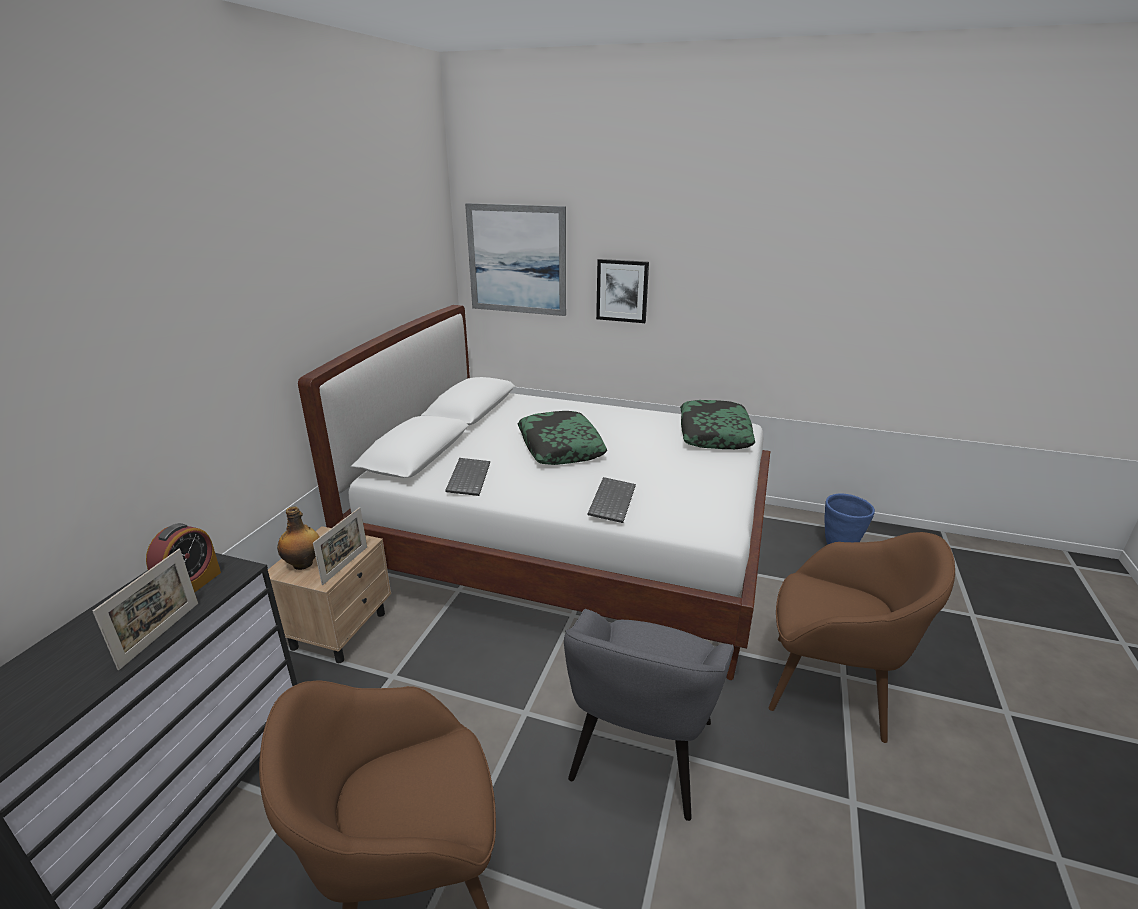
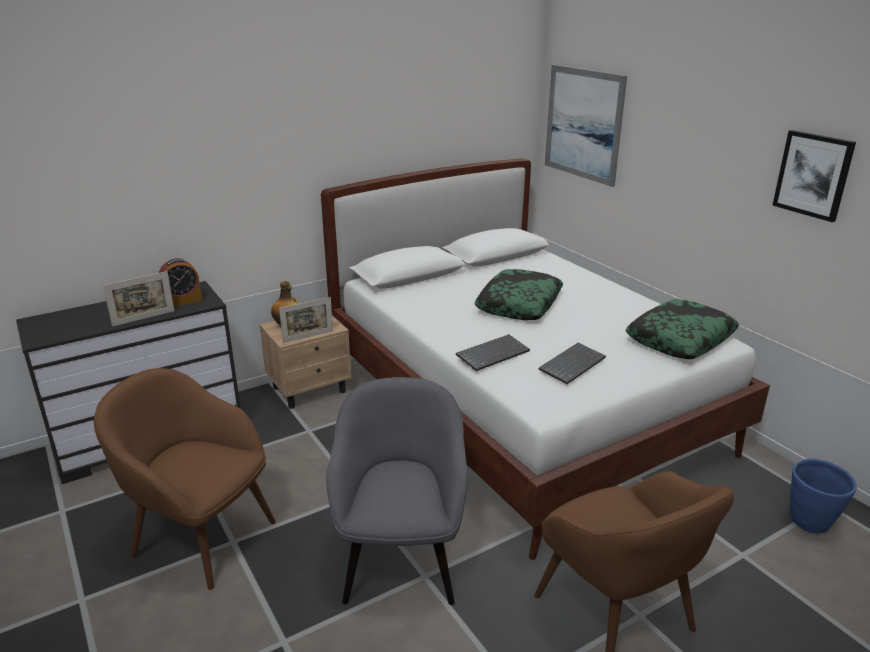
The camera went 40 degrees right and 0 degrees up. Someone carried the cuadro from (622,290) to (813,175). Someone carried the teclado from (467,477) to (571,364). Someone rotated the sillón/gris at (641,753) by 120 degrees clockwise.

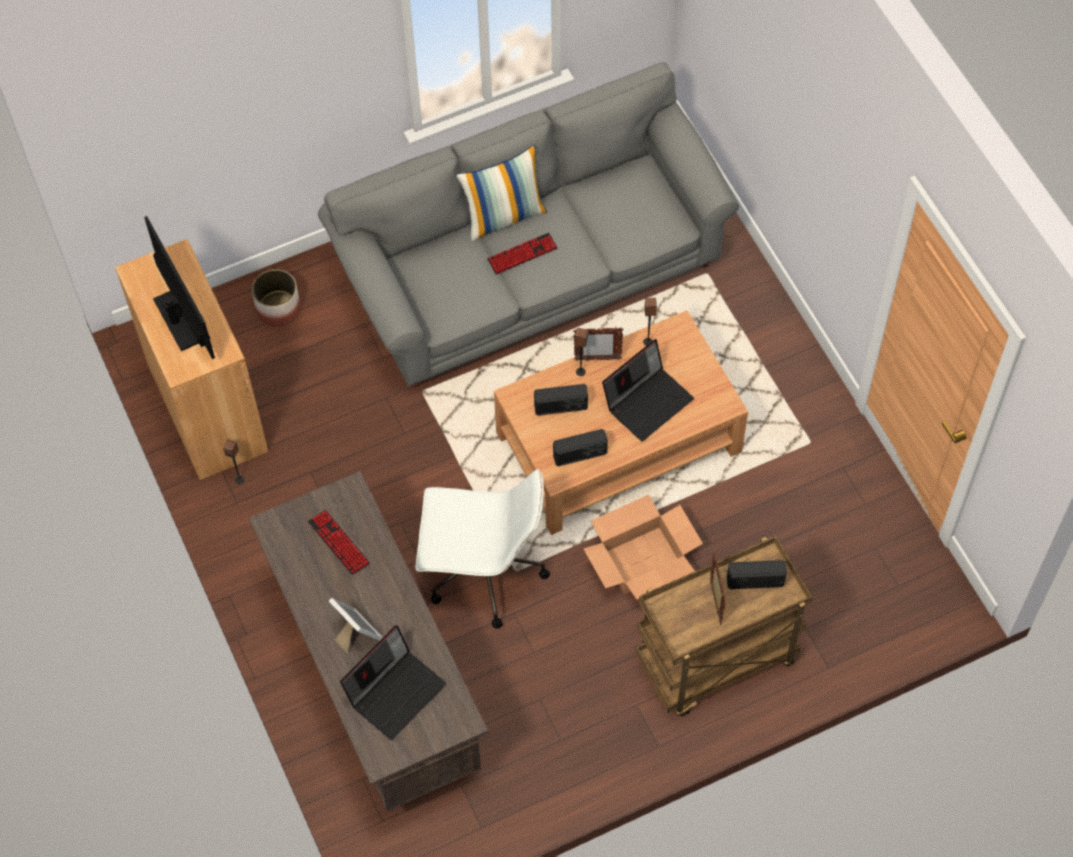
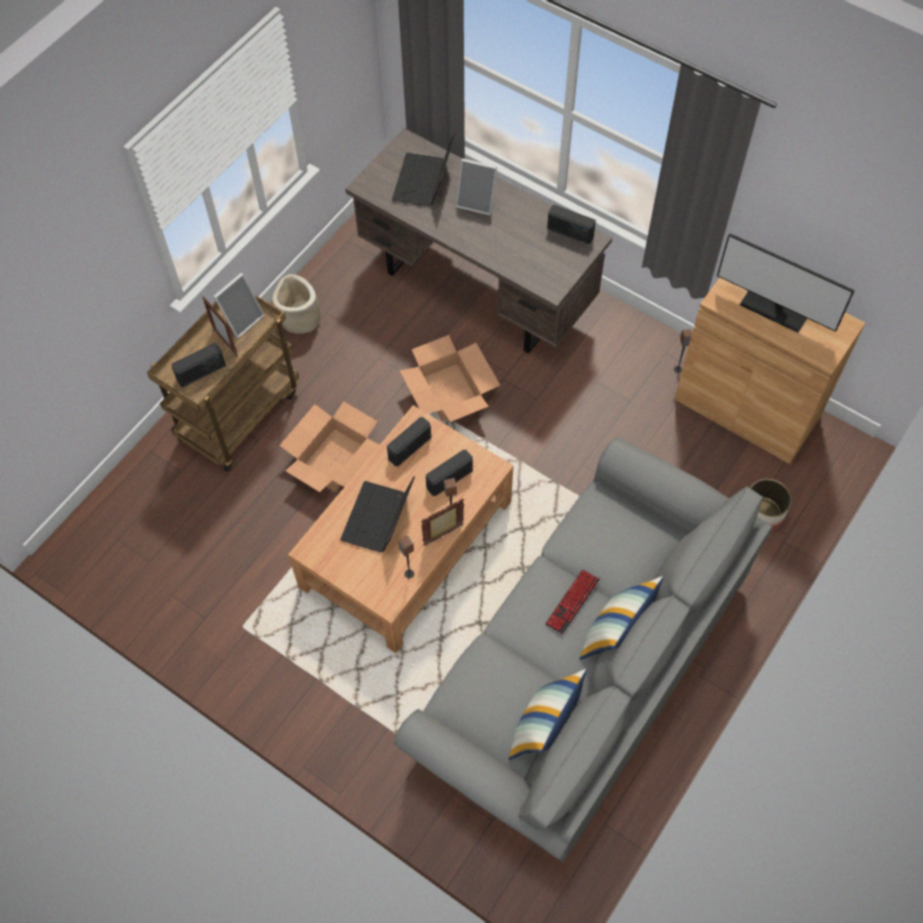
The camera went 150 degrees right and 0 degrees up. Someone swapped the silla de oficina/blanco at (483,573) for the caja de cartón at (450,392). Someone took away the teclado at (339,543). Someone put down the radio at (570,233). Someone put down the portarretratos at (242,319). Someone put down the maceta/beis at (300,319). Someone put down the cojín at (543,728).

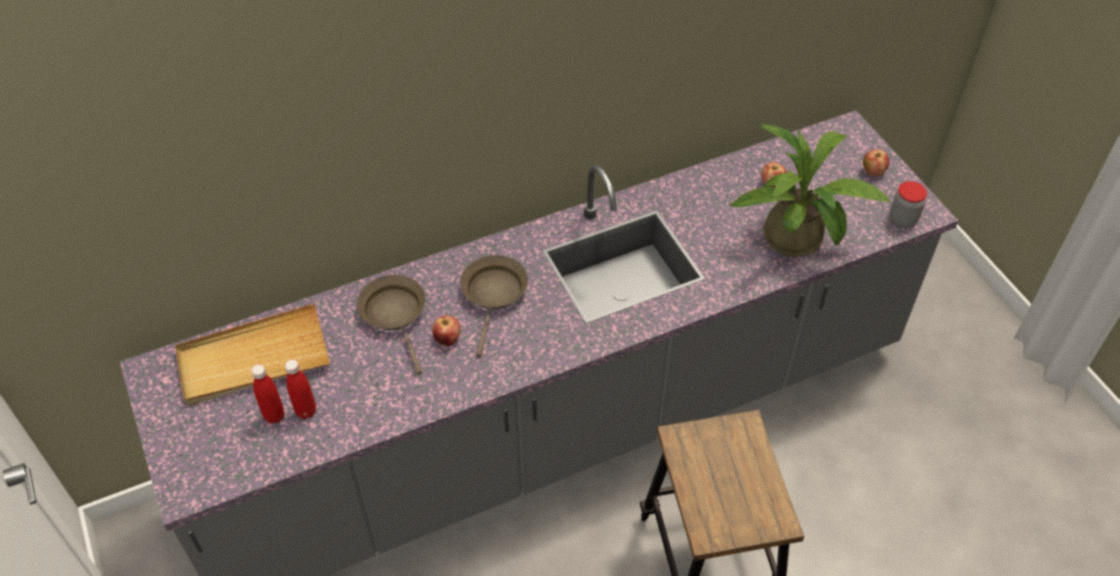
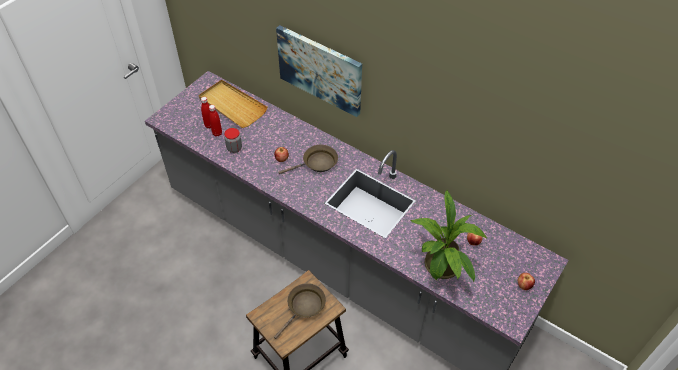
The camera went 60 degrees right and 0 degrees up. Someone carried the tarro from (902,220) to (234,148). Someone carried the sartén/marrón from (395,315) to (304,307). Someone put up the cuadro at (320,69).

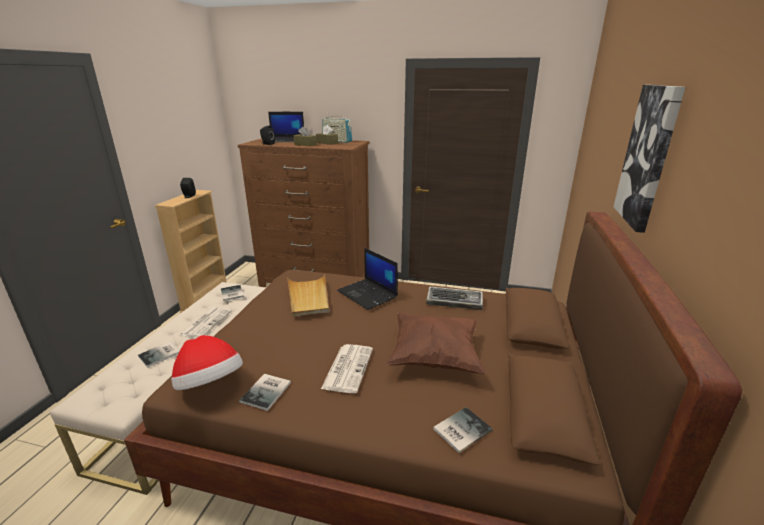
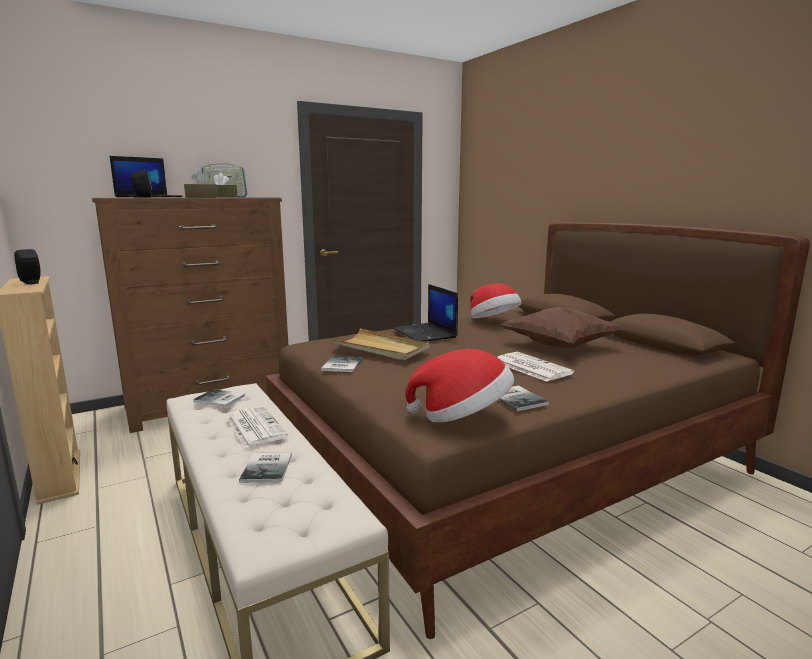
The camera went 45 degrees left and 10 degrees down. Someone took away the cuadro at (648,156). Someone rotated the portátil at (368,294) by 60 degrees clockwise. Someone swapped the teclado at (455,301) for the sombrero at (493,321). Someone carried the libro from (460,429) to (341,365).

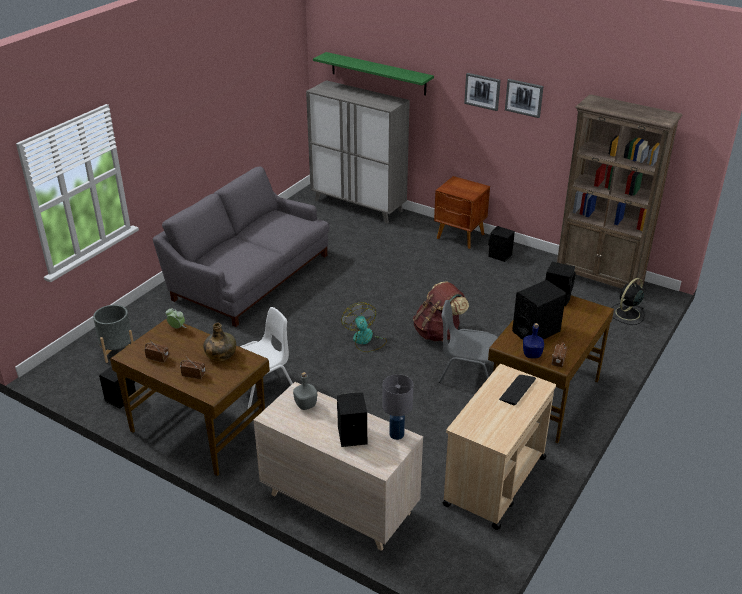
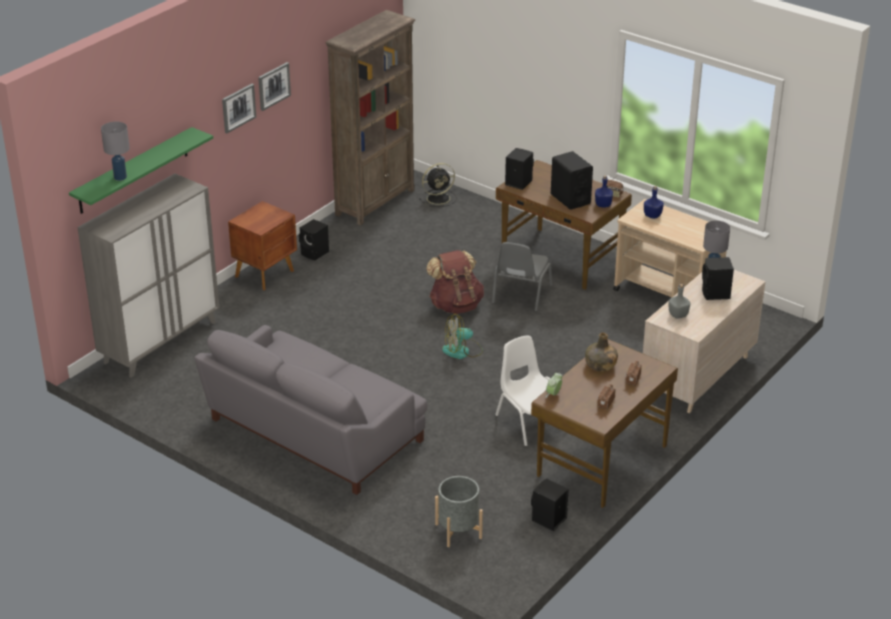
The camera went 85 degrees left and 0 degrees up. Someone rotated the ventilador/negro at (626,314) by 75 degrees counterclockwise. Someone swapped the teclado at (517,390) for the botella/azul at (653,216). Someone put down the lámpara de mesa/gris at (120,177).

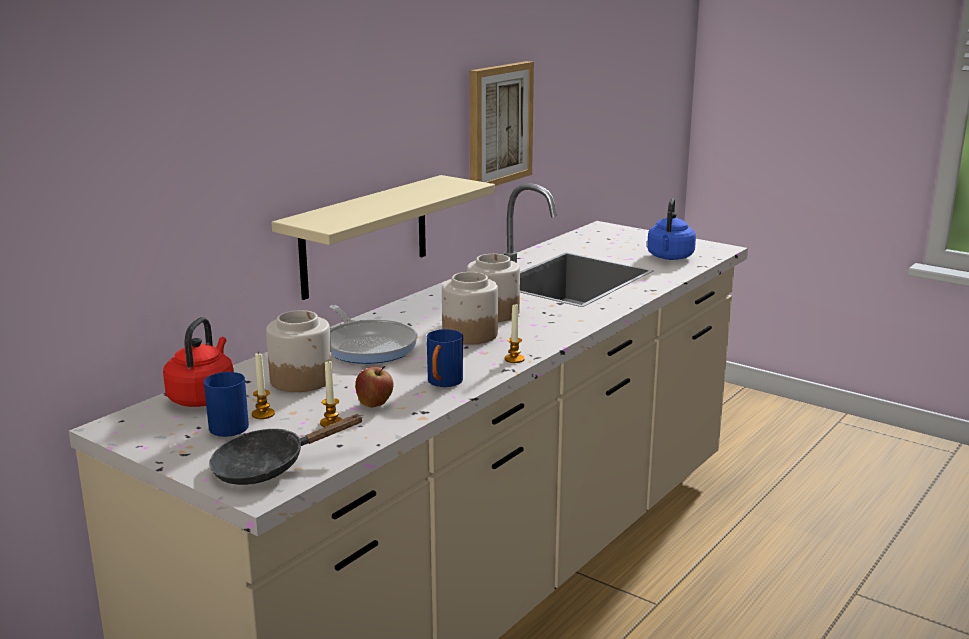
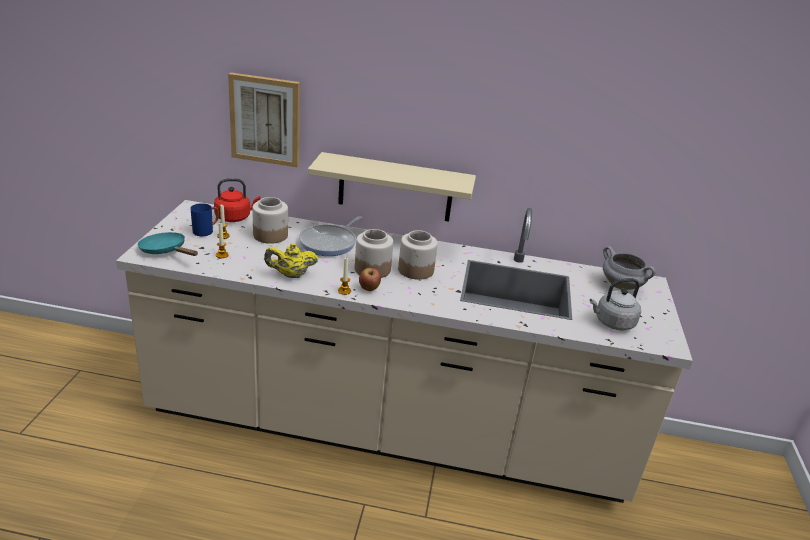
The camera went 60 degrees right and 10 degrees up. Someone carried the cuadro from (498,124) to (265,120). Someone repainted the hervidor/azul at (670,257), which became the hervidor/gris at (612,323). Someone swapped the taza grande/azul at (443,384) for the tetera/amarillo at (291,275). Someone carried the manzana from (375,404) to (369,289). Someone repainted the sartén/negro at (268,467), which became the sartén/turquesa at (166,251). Someone put down the olla/gris at (622,286).

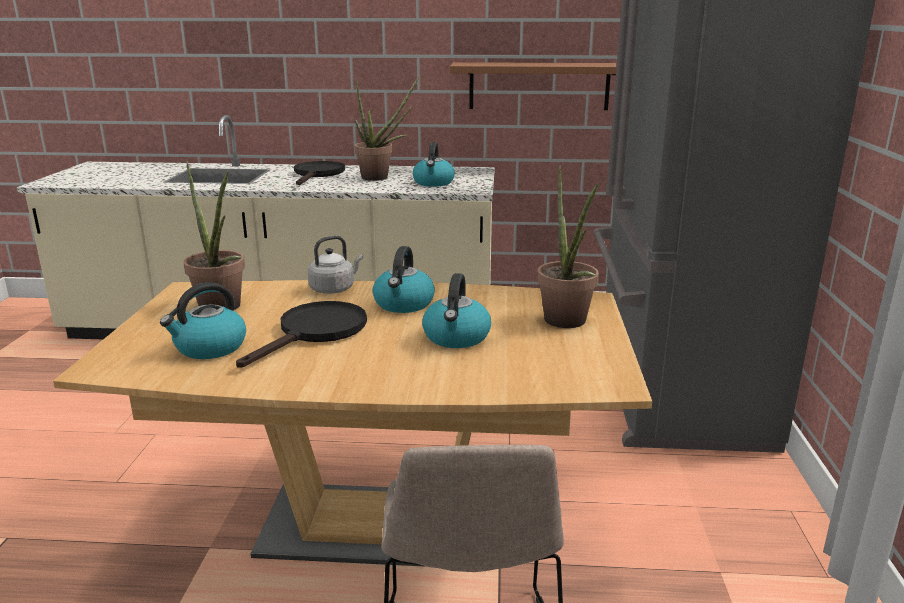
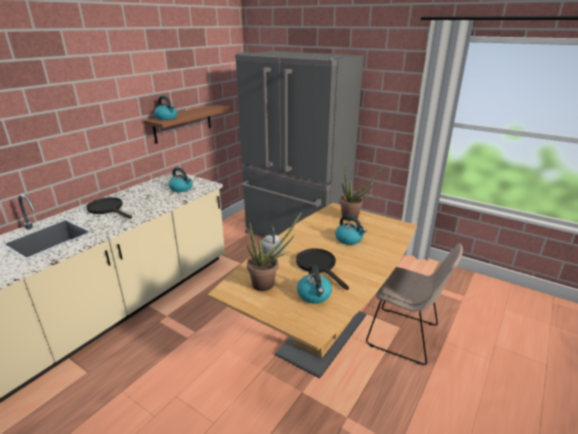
The camera went 60 degrees left and 5 degrees up. Someone took away the planta en maceta at (381,177). Someone carried the hervidor from (404,304) to (167,118).

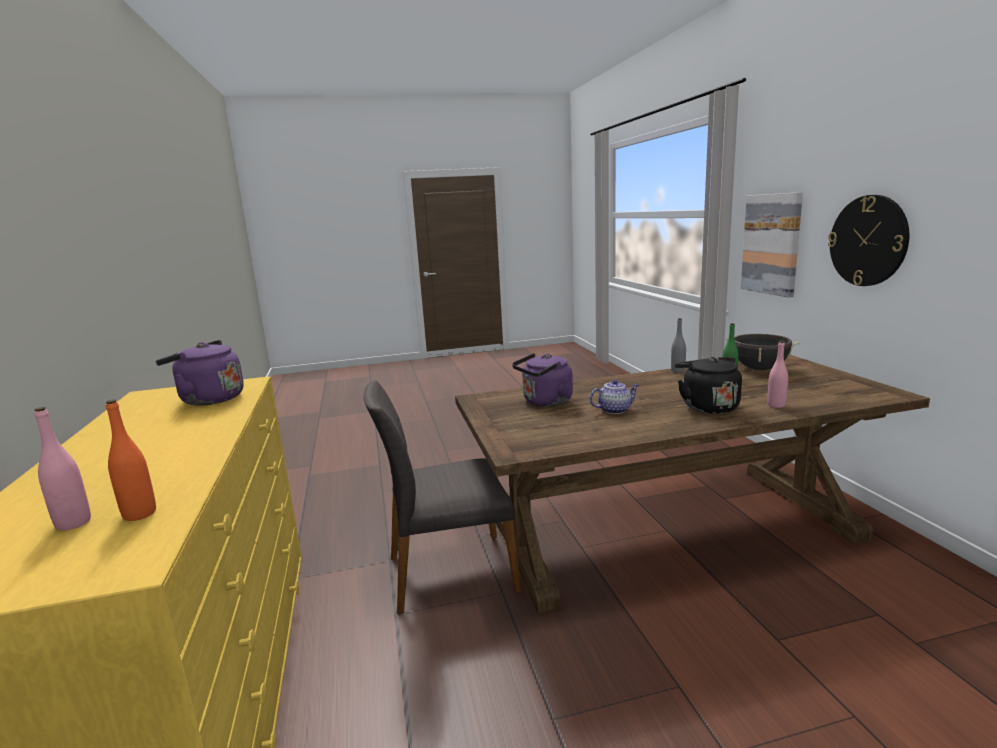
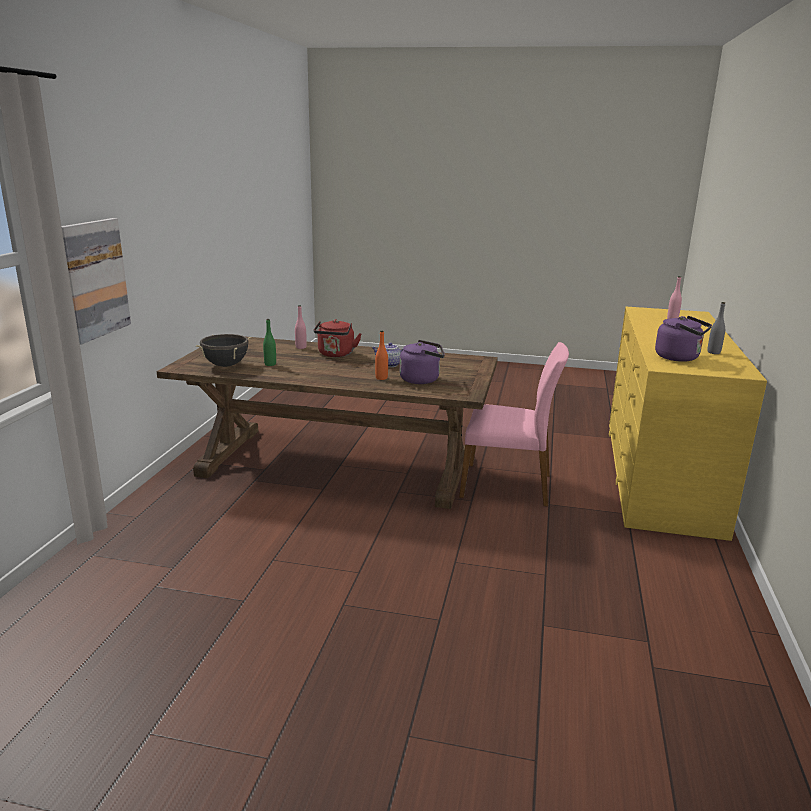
The camera went 155 degrees left and 5 degrees up. Someone took away the reloj de pared at (868,241). Someone carried the botella/gris from (677,371) to (713,352). Someone repainted the hervidor/negro at (707,406), which became the hervidor/rojo at (336,354). Someone repainted the silla/gris at (449,572), which became the silla/rosa at (507,485). Someone carried the botella/naranja from (139,514) to (381,378).

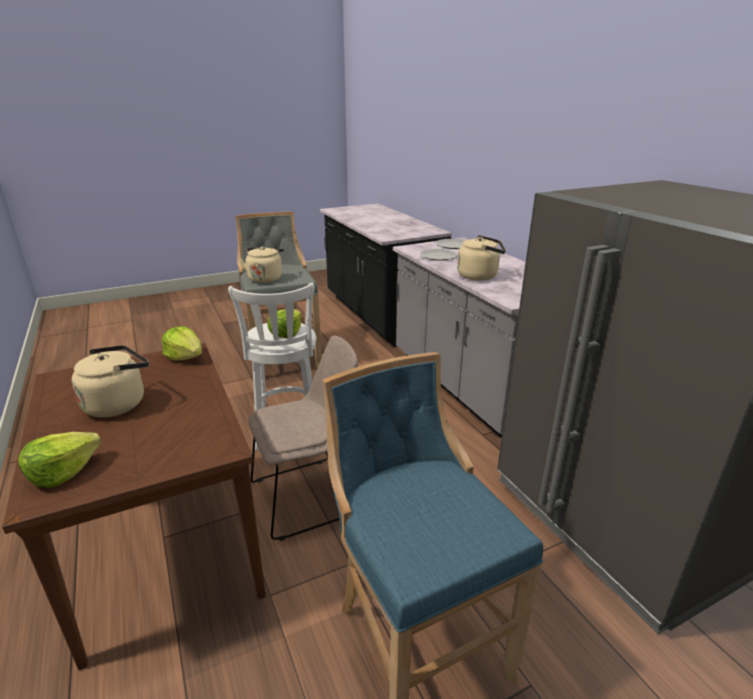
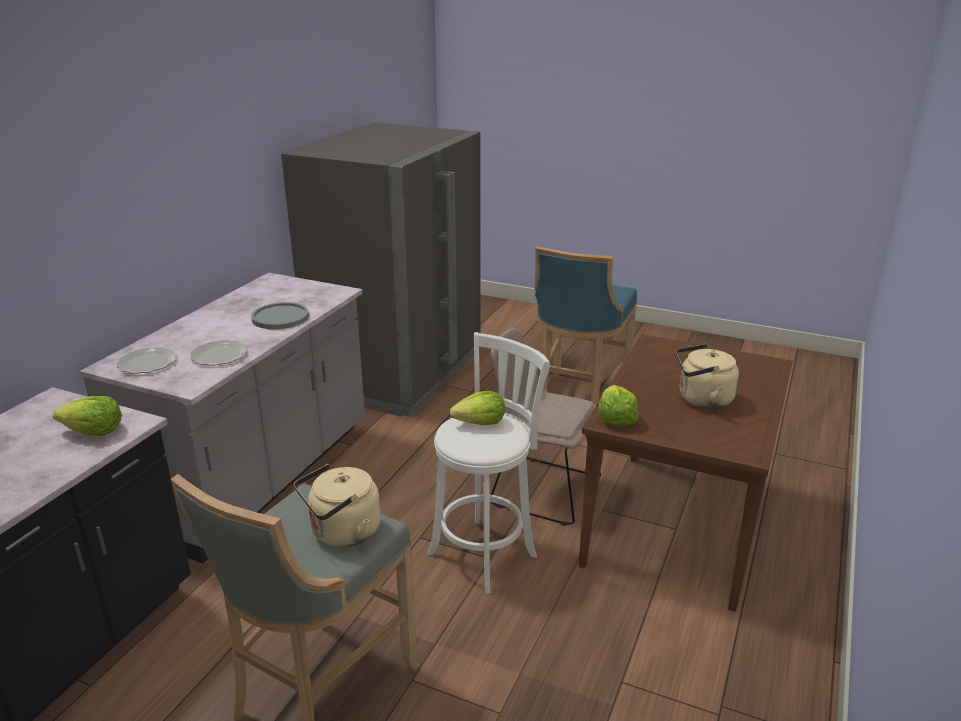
The camera went 130 degrees left and 0 degrees up. Someone swapped the hervidor/beis at (480,276) for the plato/gris at (280,317). Someone carried the lechuga from (63,472) to (93,431).

